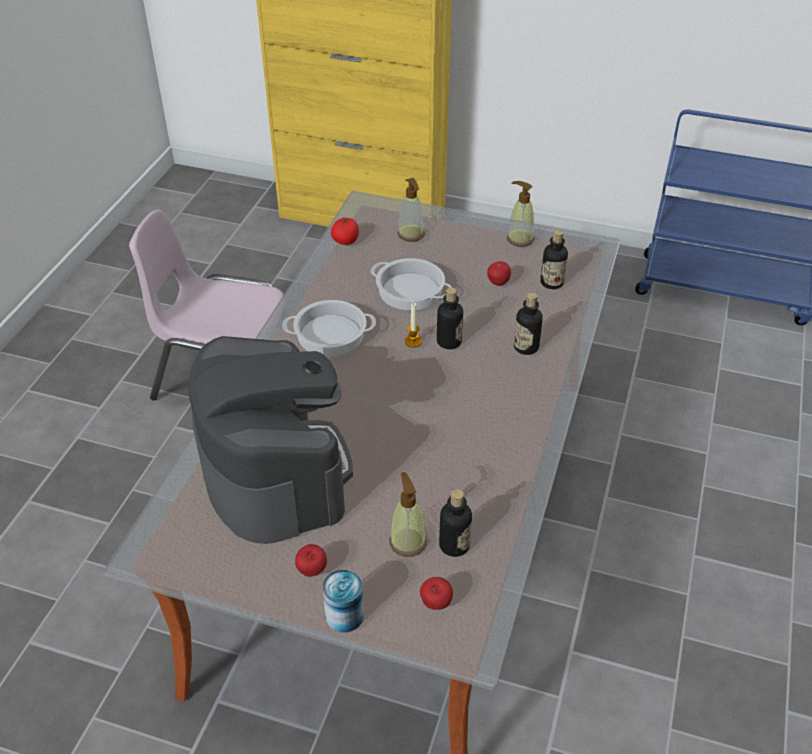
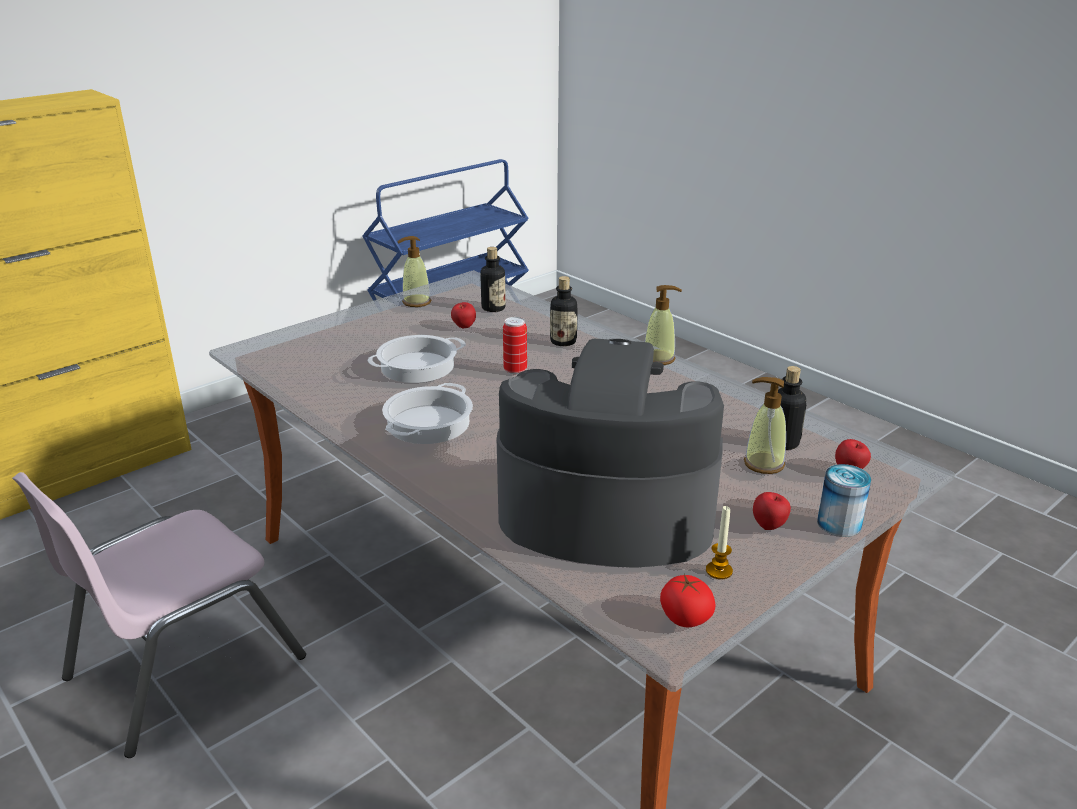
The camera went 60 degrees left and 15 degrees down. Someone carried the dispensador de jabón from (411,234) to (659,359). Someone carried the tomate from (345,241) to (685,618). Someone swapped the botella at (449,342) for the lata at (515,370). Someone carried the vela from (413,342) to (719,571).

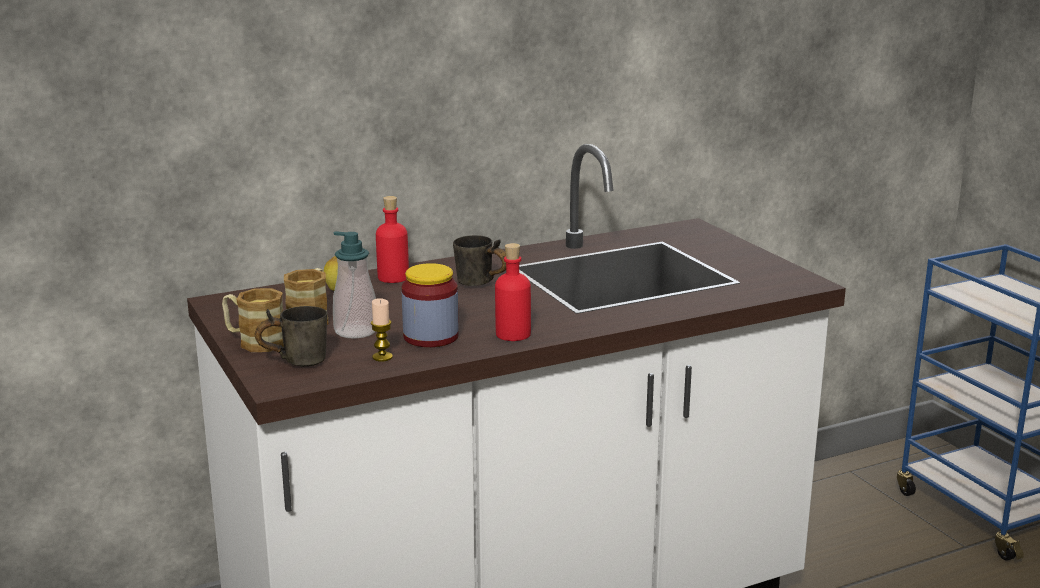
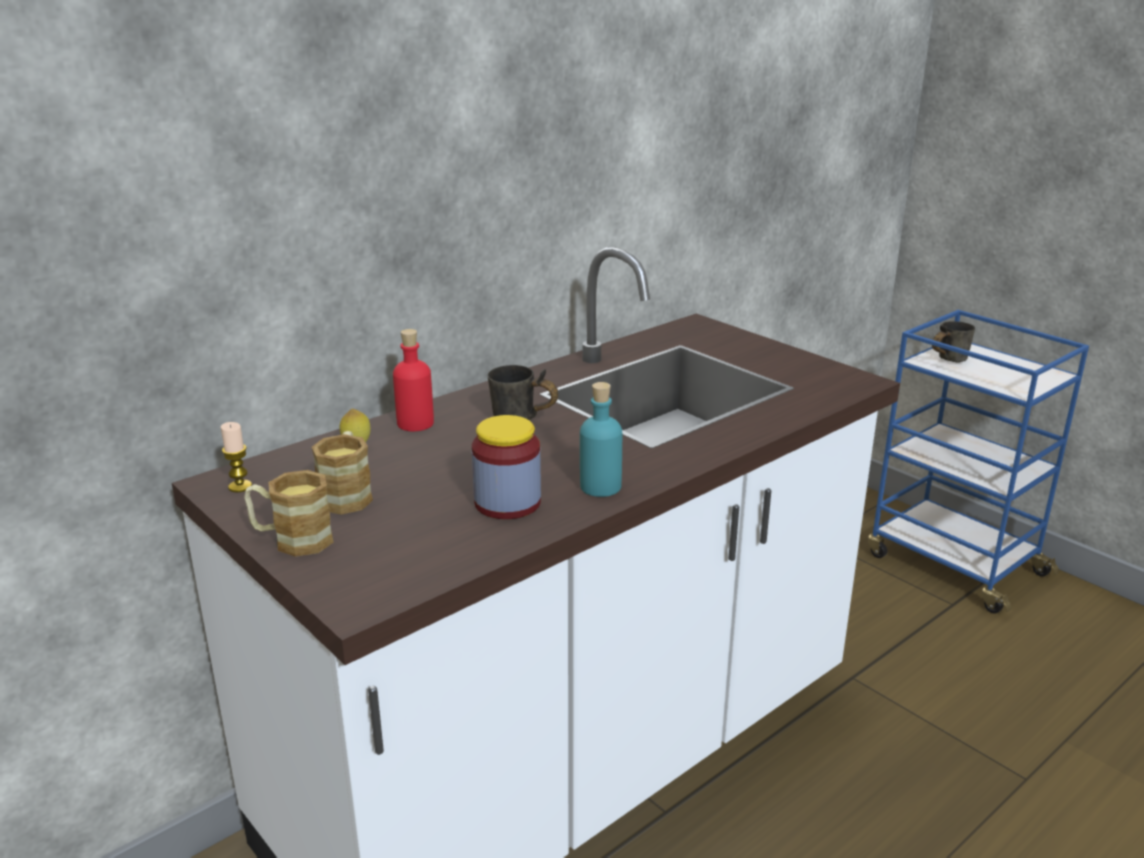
The camera went 15 degrees left and 5 degrees up. Someone took away the dispensador de jabón at (356,331). Someone repainted the botella/rojo at (513,334), which became the botella/turquesa at (600,487). Someone carried the vela from (382,357) to (240,486). Someone carried the taza grande/gris from (295,361) to (945,359).

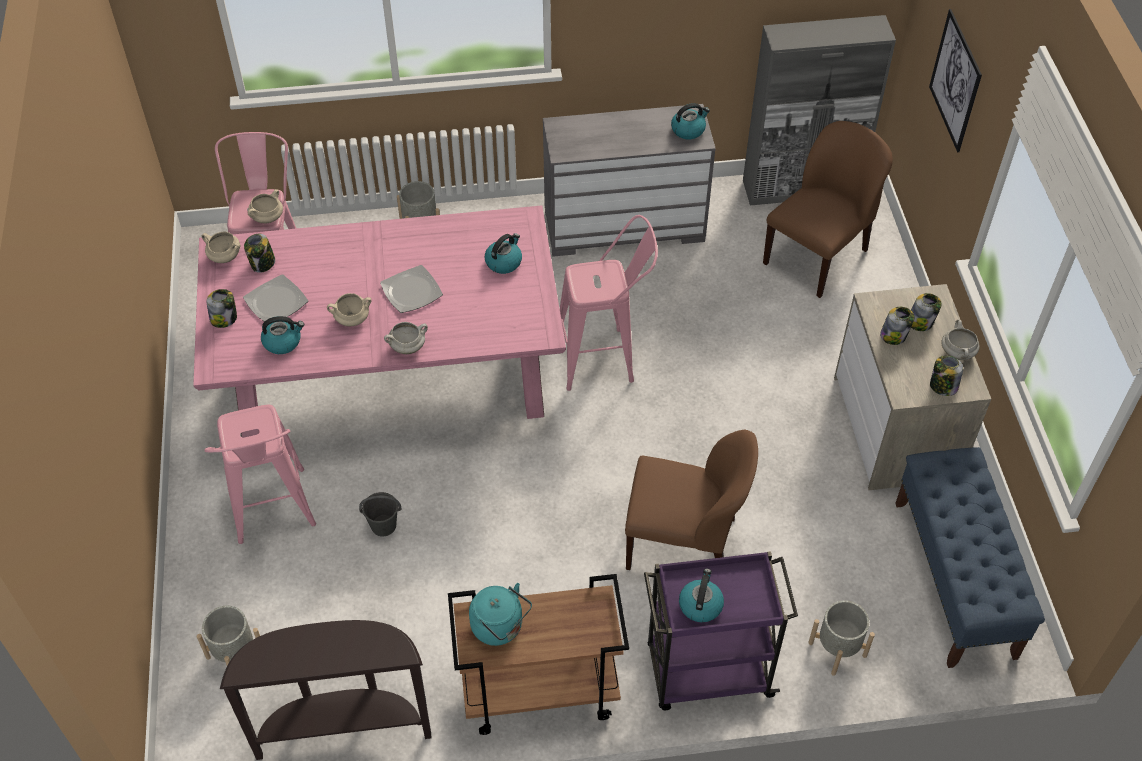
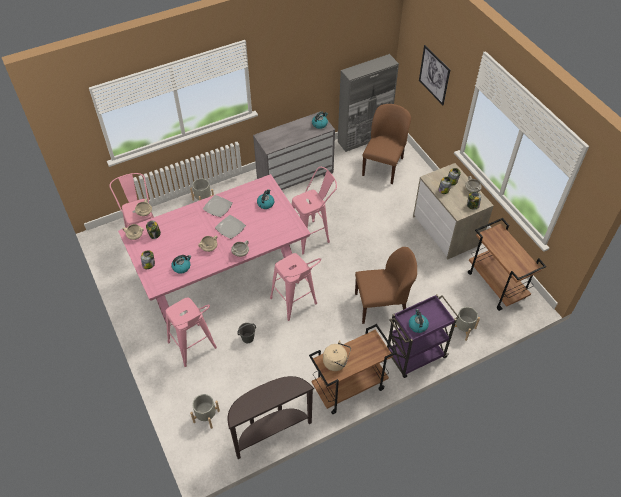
The camera went 20 degrees left and 0 degrees up. Someone carried the plato from (277,302) to (218,207). Someone swapped the banco/azul at (954,579) for the carrito/marrón at (496,285). Someone repainted the hervidor/turquesa at (500,627), which became the hervidor/beis at (336,362). Someone put down the taburete/rosa at (296,304).

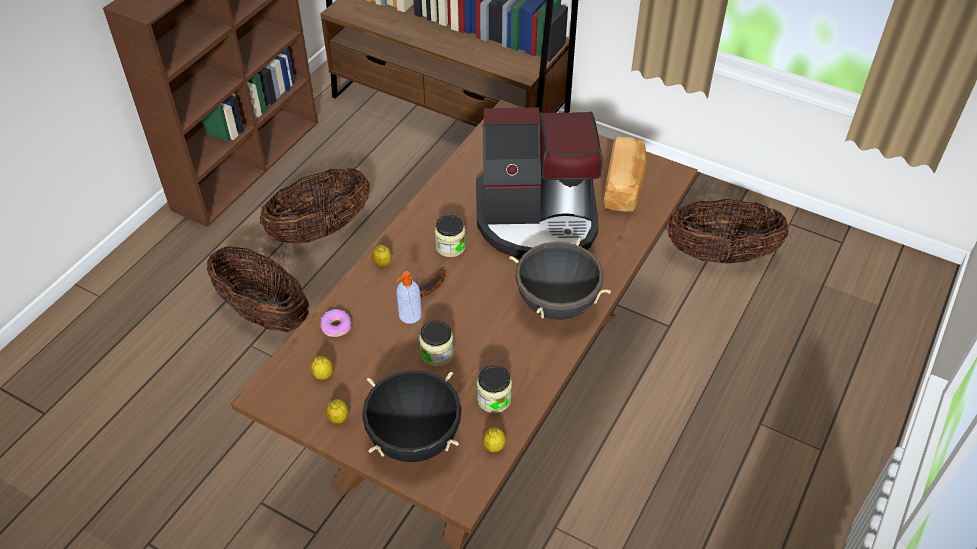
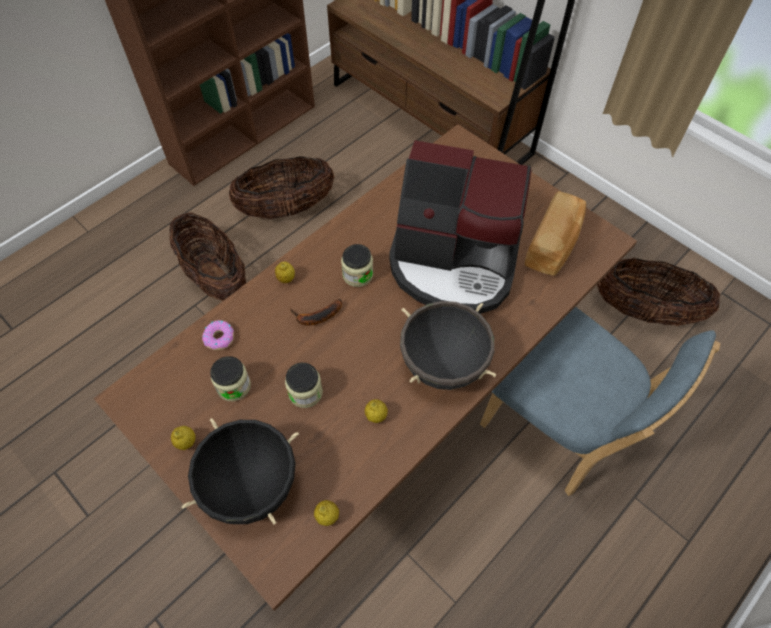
The camera went 15 degrees right and 10 degrees up. Someone took away the dispensador de jabón at (409,315). Someone carried the limón from (323,375) to (376,416). Someone carried the tarro from (494,399) to (233,386). Someone put down the silla/azul at (559,430).

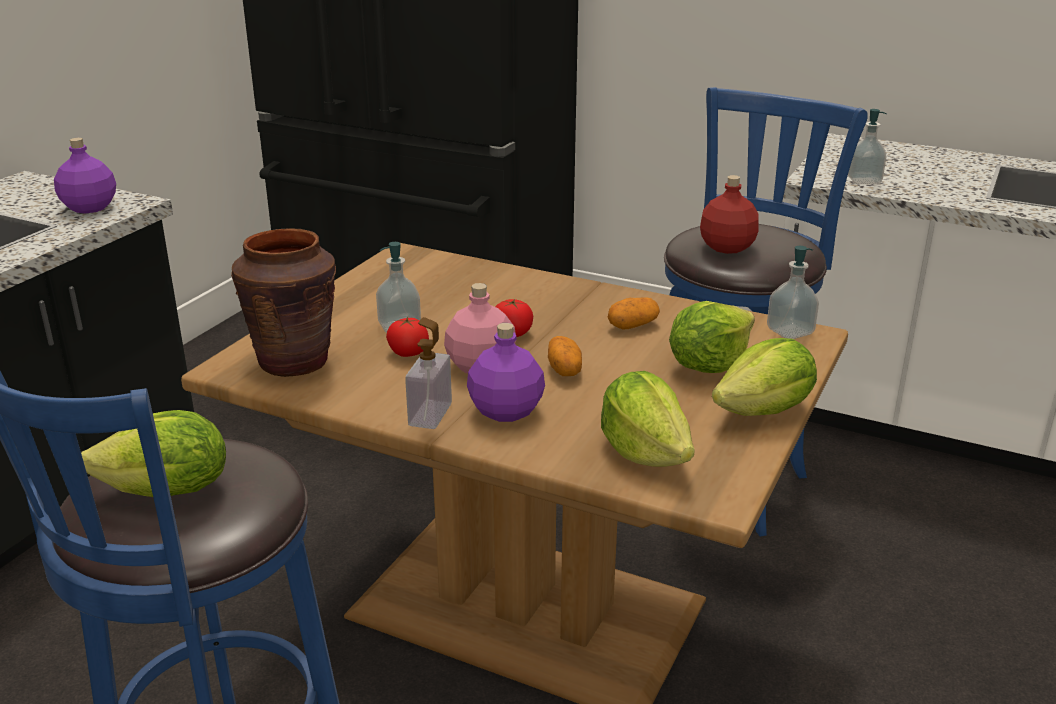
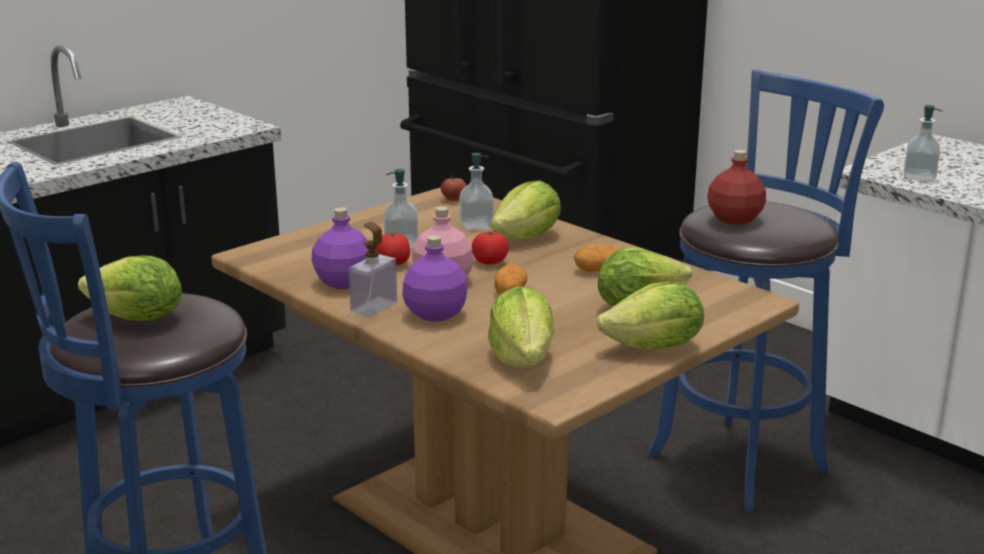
The camera went 20 degrees right and 5 degrees down. Someone carried the botella/morado from (90,207) to (344,282). Someone took away the florero/marrón at (294,362). Someone carried the dispensador de jabón from (790,331) to (476,226). Someone put down the manzana at (454,200). Someone put down the lechuga at (527,237).

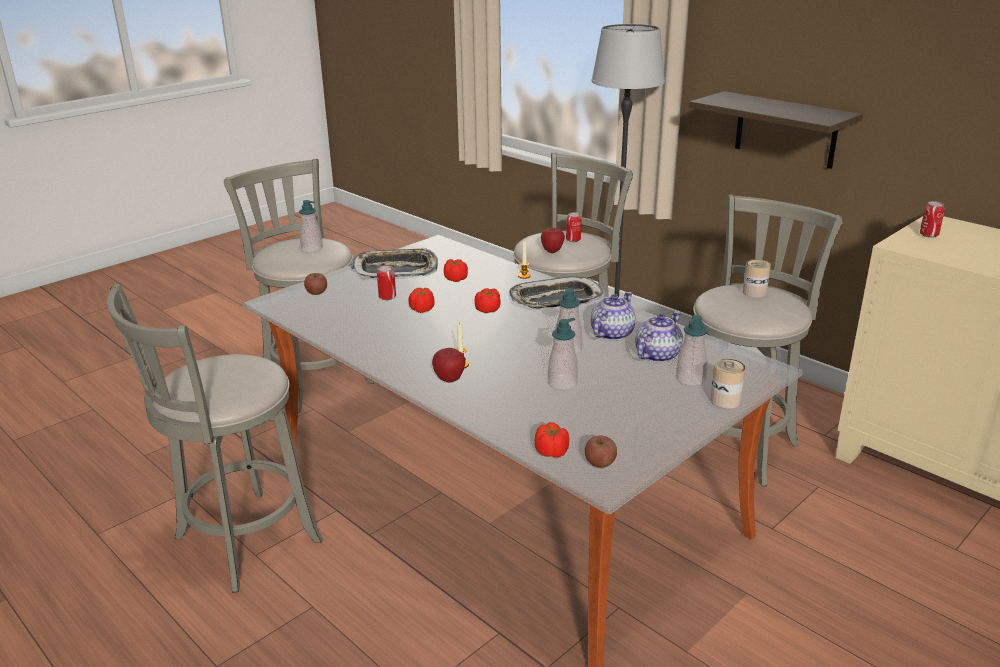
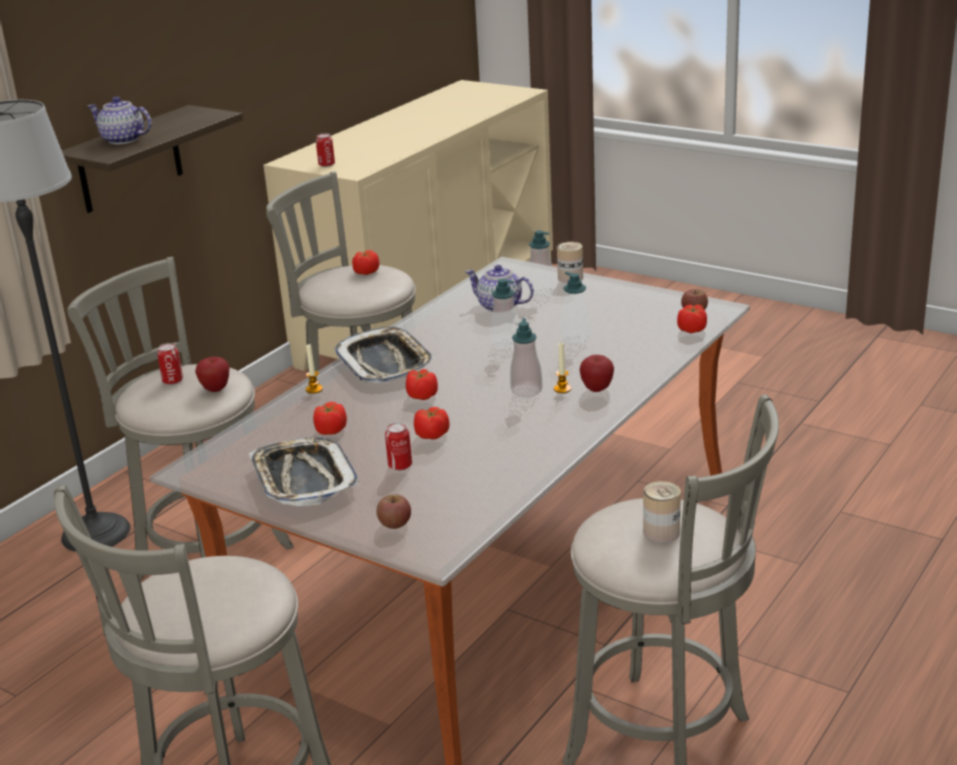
The camera went 100 degrees left and 0 degrees up. Someone carried the dispensador de jabón from (312,249) to (526,390). Someone carried the lata from (754,292) to (661,532). Someone carried the tetera from (611,334) to (123,140). Someone put down the tomate at (366,272).

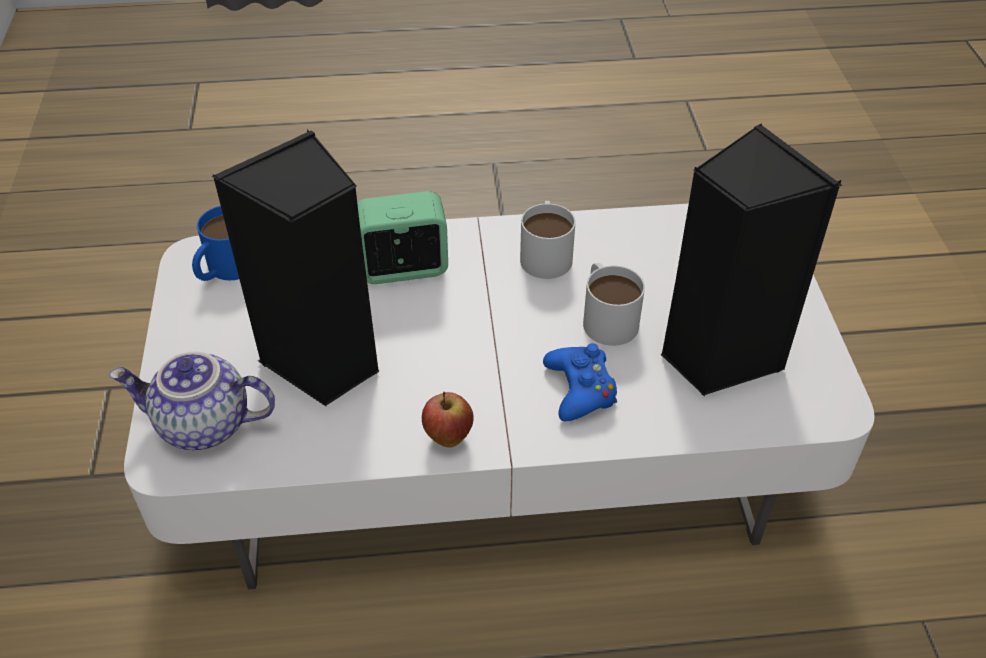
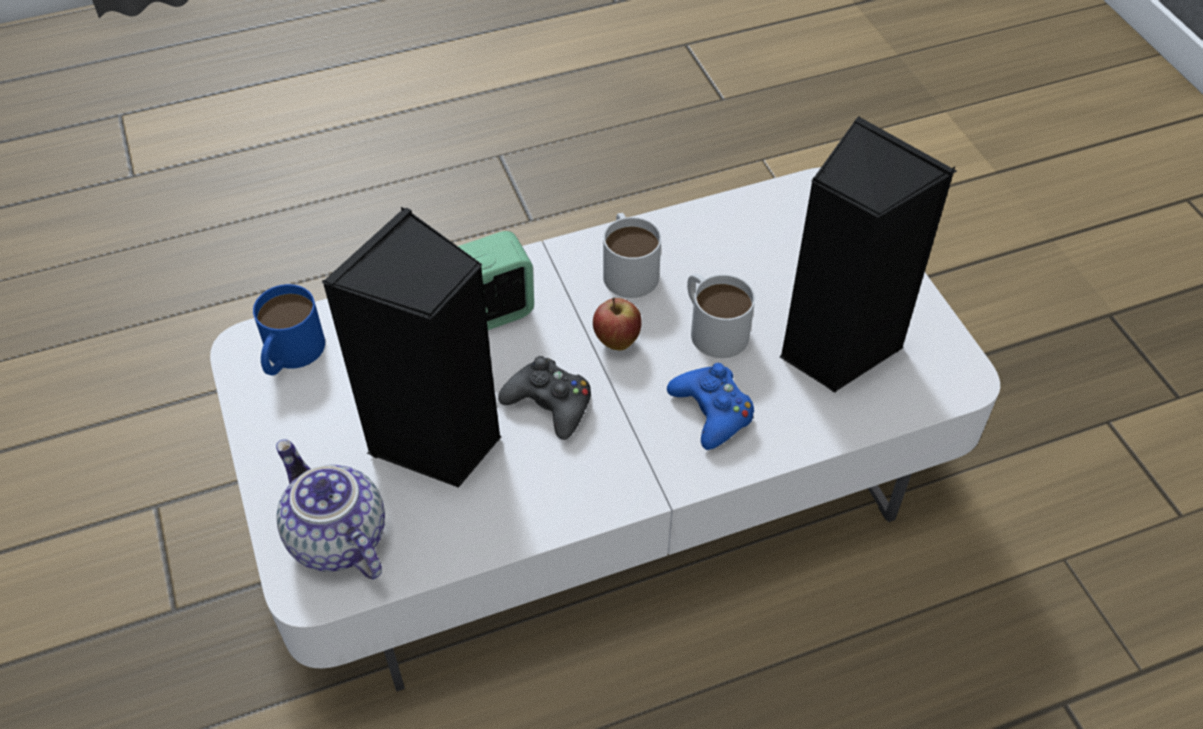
The camera went 15 degrees left and 5 degrees up. Someone rotated the tetera at (202,426) by 60 degrees clockwise. Someone carried the manzana from (448,437) to (616,342). Someone put down the mando de consola/negro at (549,404).

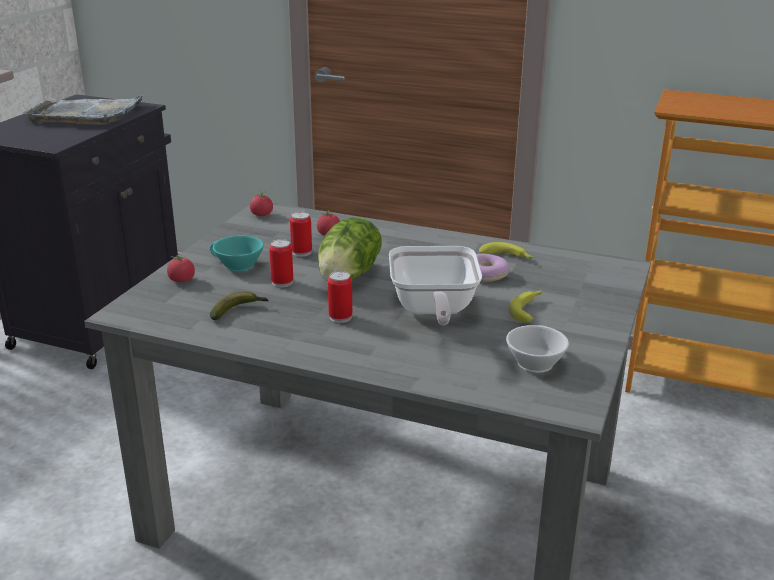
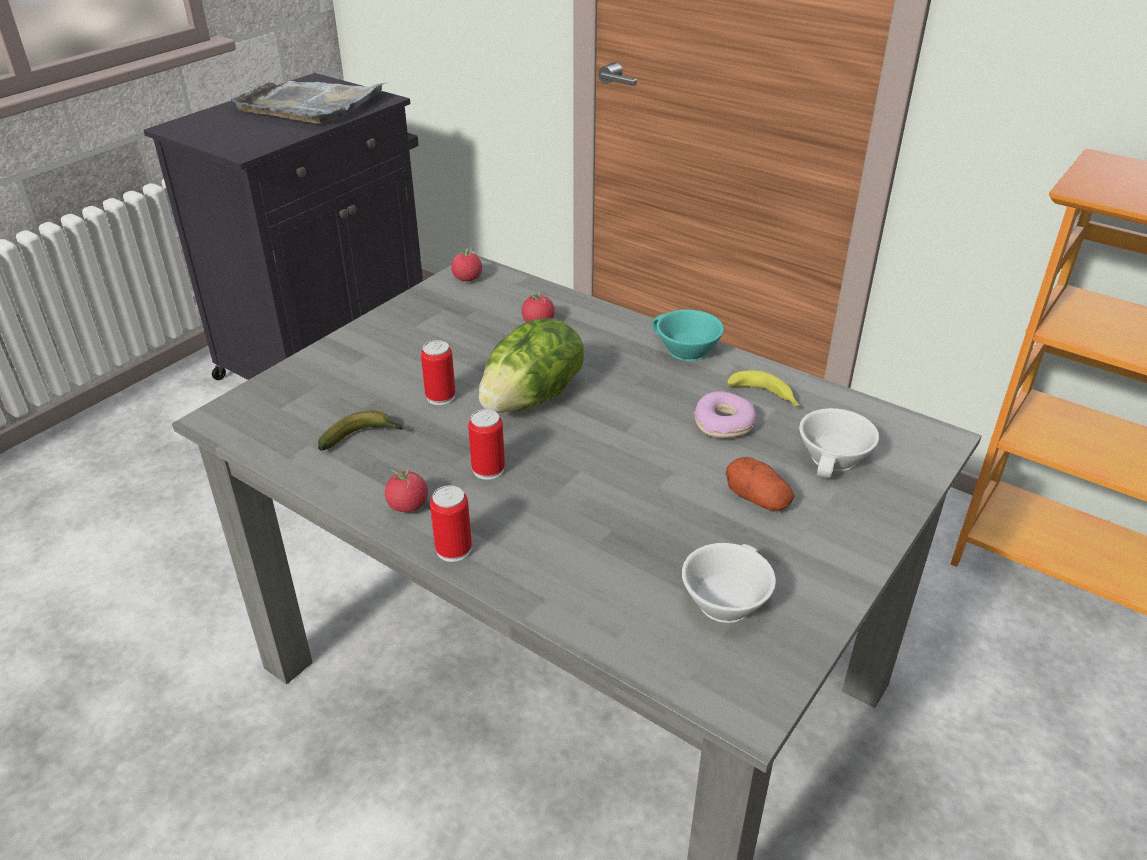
The camera went 15 degrees right and 10 degrees up. Someone carried the lata from (301,252) to (453,549). Someone carried the taza/turquesa from (237,265) to (684,351). Someone took away the sartén at (432,310). Someone carried the tomate from (182,280) to (408,505). Someone swapped the plátano at (528,309) for the patata at (757,498). Someone put down the taza/blanco at (836,459).

